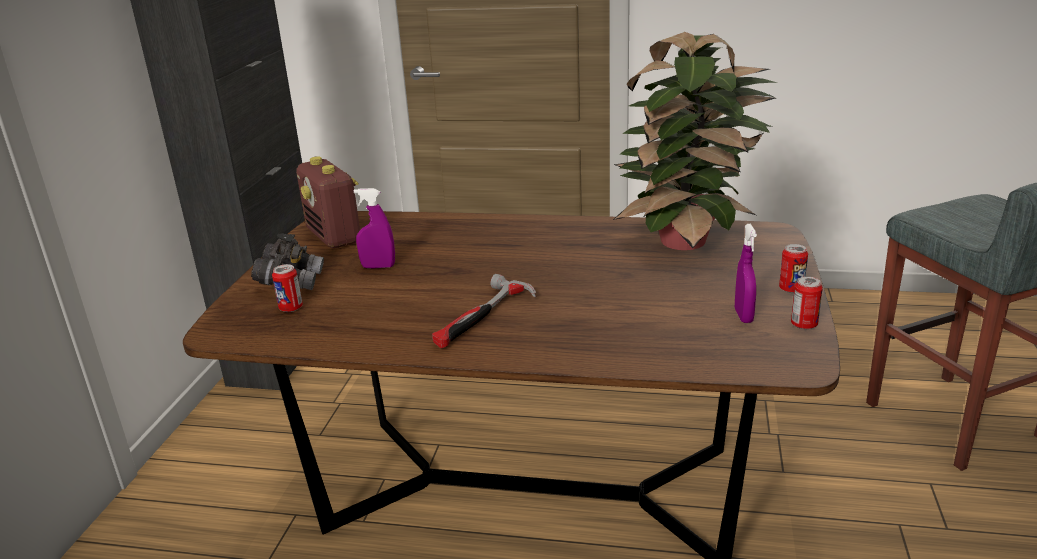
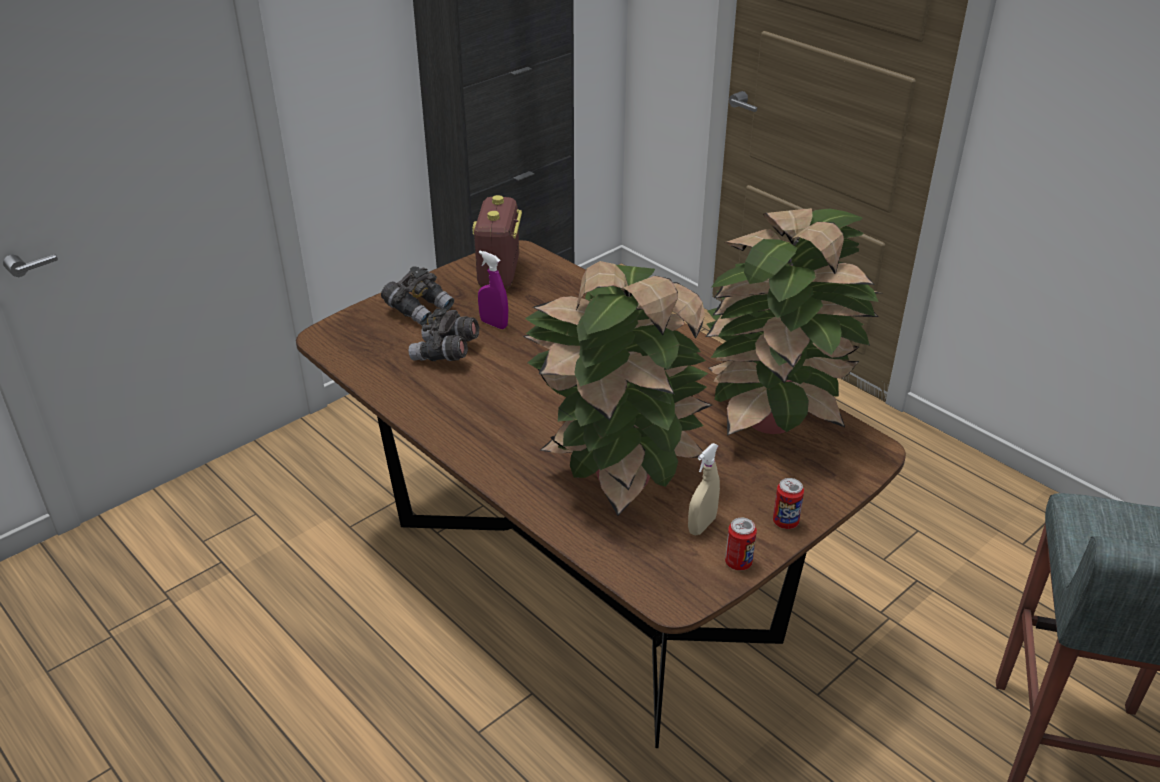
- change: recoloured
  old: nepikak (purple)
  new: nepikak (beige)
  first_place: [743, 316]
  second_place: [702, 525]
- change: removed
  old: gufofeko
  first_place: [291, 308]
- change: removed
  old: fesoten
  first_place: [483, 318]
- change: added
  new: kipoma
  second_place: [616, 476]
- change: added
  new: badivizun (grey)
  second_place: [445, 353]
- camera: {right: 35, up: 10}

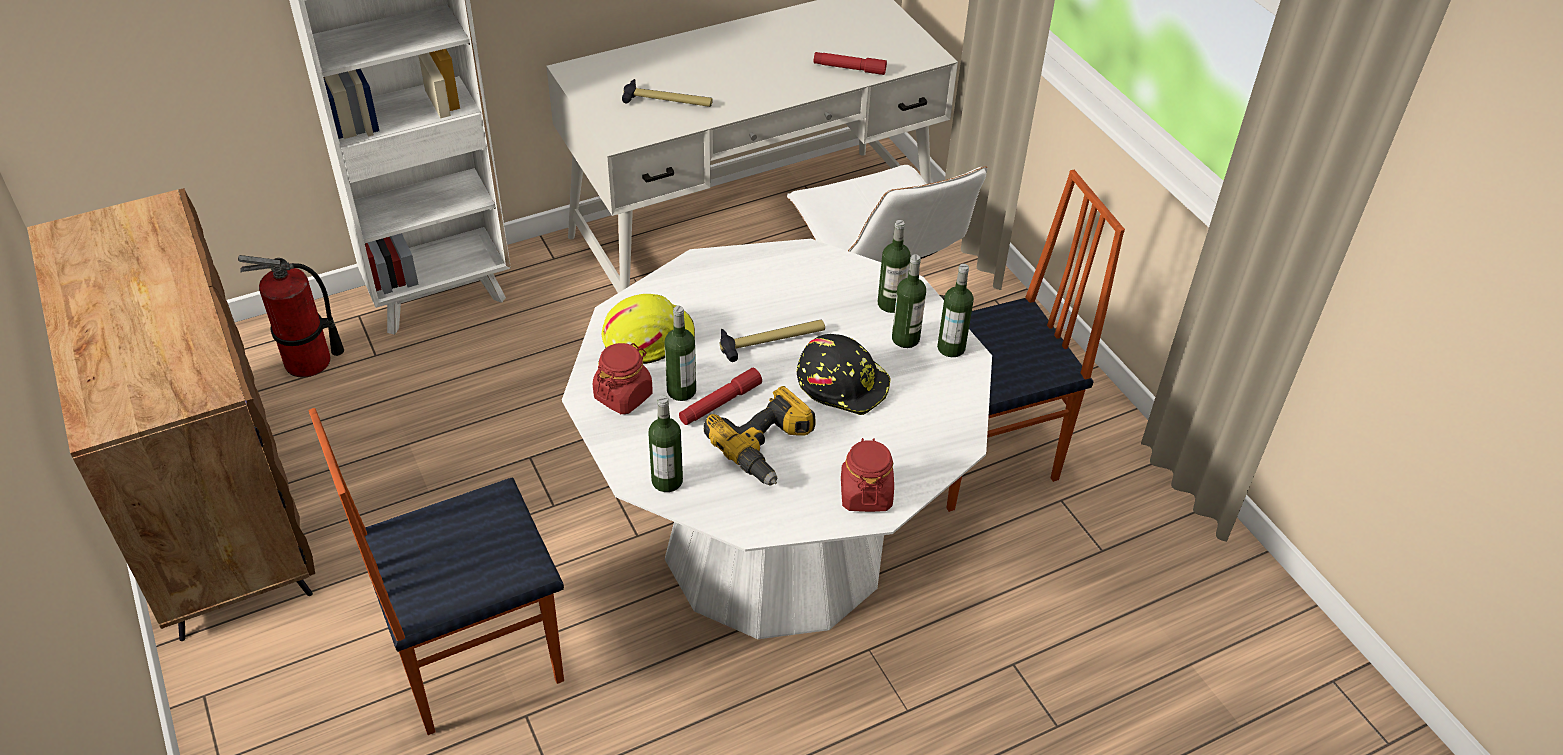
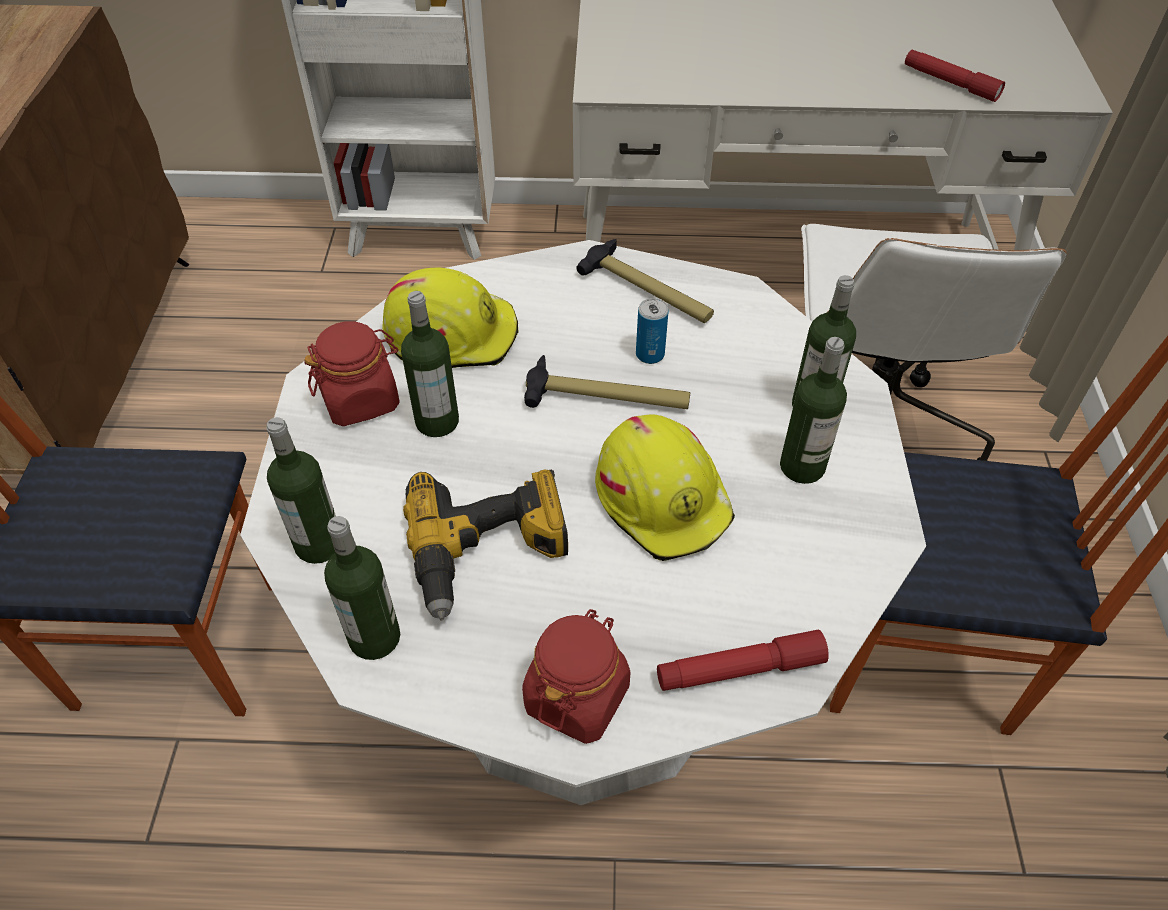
- change: moved
  old: fesoten
  first_place: [668, 101]
  second_place: [648, 291]
- change: removed
  old: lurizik
  first_place: [308, 362]
- change: moved
  old: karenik
  first_place: [951, 348]
  second_place: [374, 637]
- change: recoloured
  old: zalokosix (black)
  new: zalokosix (yellow)
  first_place: [843, 383]
  second_place: [664, 498]
- change: moved
  old: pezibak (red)
  first_place: [720, 403]
  second_place: [739, 669]
- change: added
  new: gufofeko
  second_place: [650, 354]
- camera: {right: 30, up: 5}

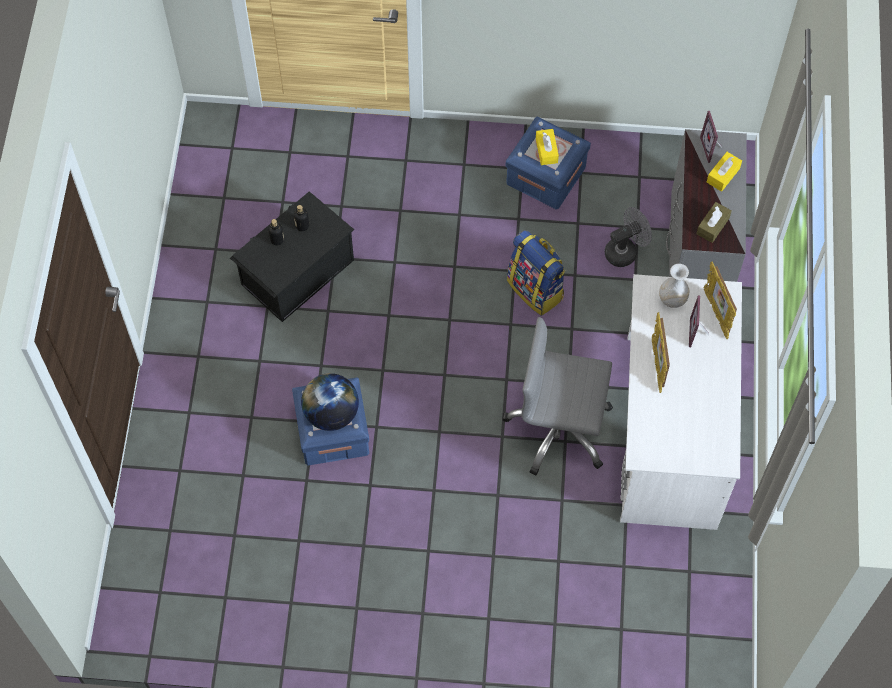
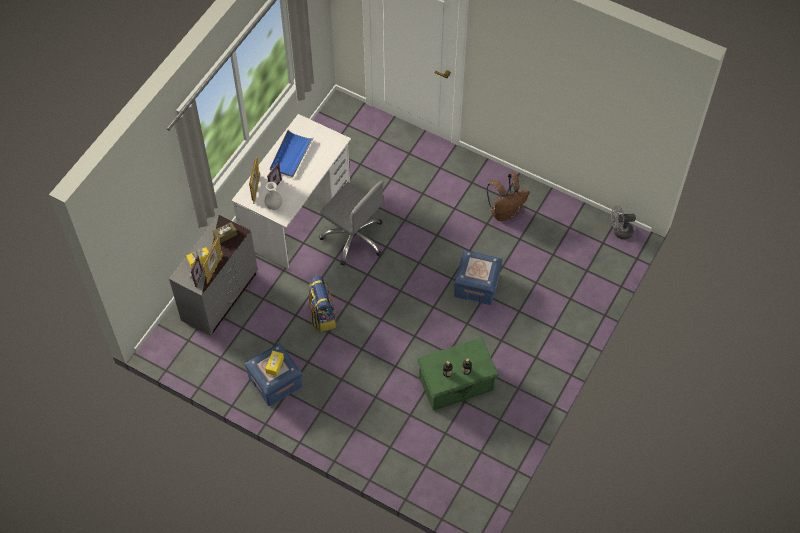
- change: recoloured
  old: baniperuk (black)
  new: baniperuk (green)
  first_place: [296, 271]
  second_place: [457, 384]
- change: moved
  old: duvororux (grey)
  first_place: [625, 251]
  second_place: [619, 232]
- change: moved
  old: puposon
  first_place: [657, 366]
  second_place: [214, 269]
- change: removed
  old: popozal
  first_place: [331, 413]
- change: added
  new: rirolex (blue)
  second_place: [291, 155]
- change: added
  new: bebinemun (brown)
  second_place: [505, 212]
- camera: {right: -155, up: -5}

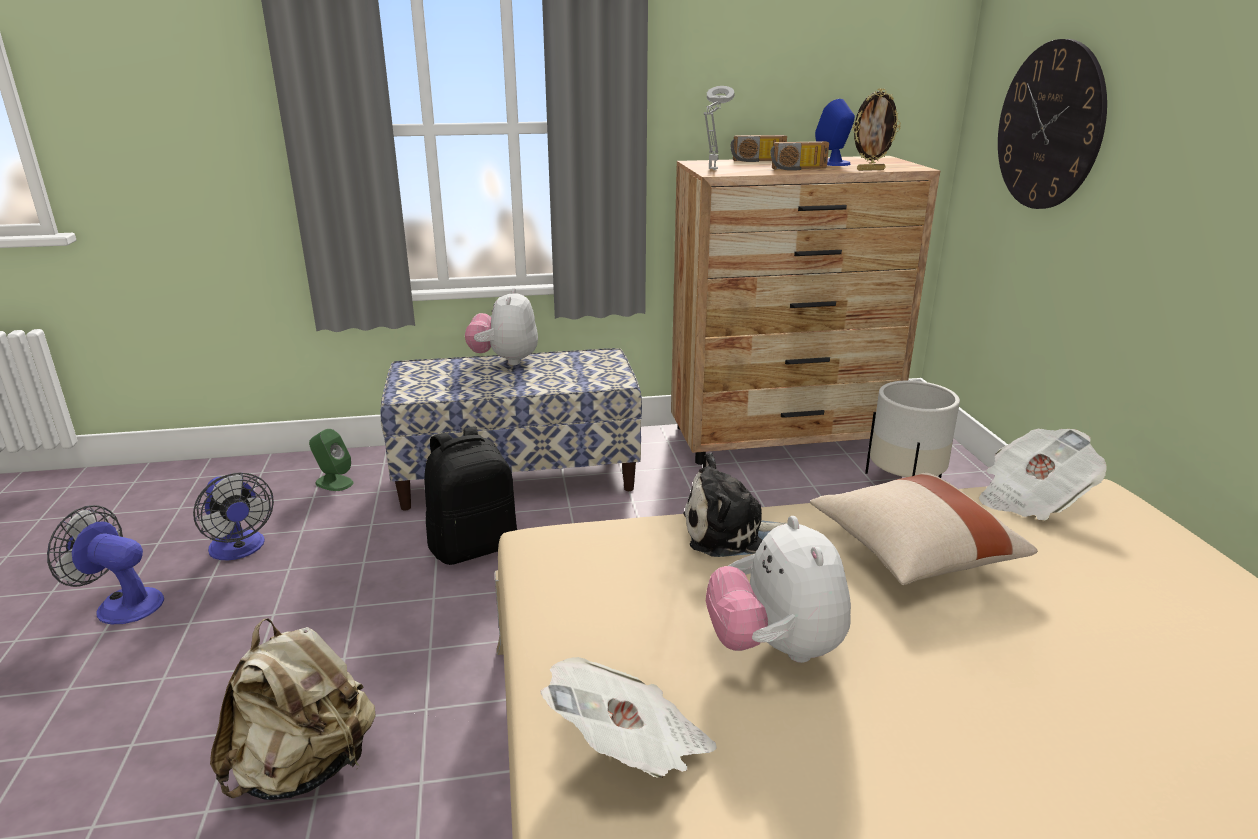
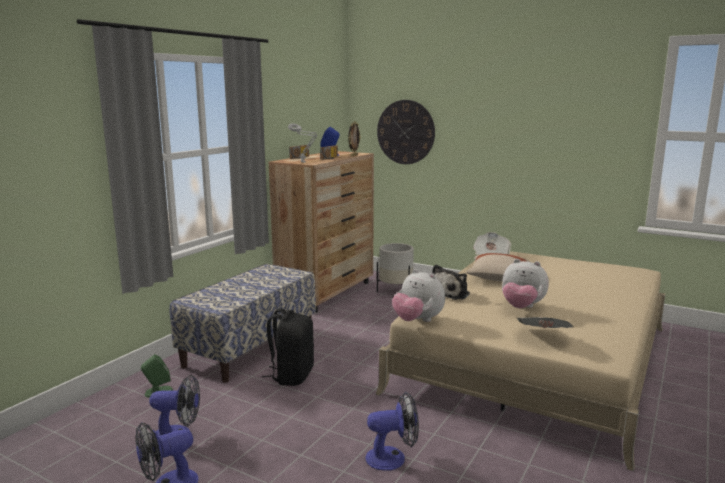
- change: moved
  old: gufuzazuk
  first_place: [505, 360]
  second_place: [417, 321]
- change: replaced
  old: bebinemun (beige)
  new: duvororux
  first_place: [305, 768]
  second_place: [392, 457]
- camera: {right: -50, up: -10}

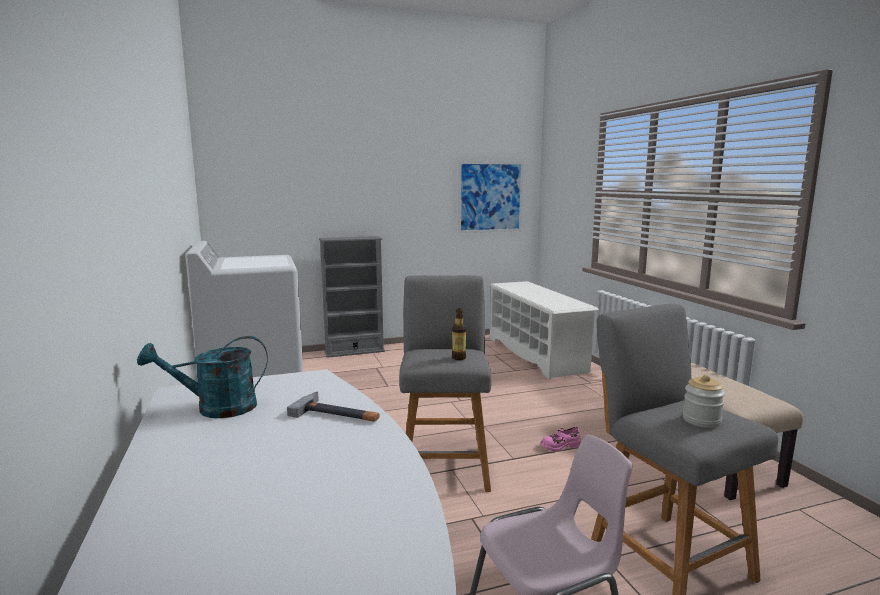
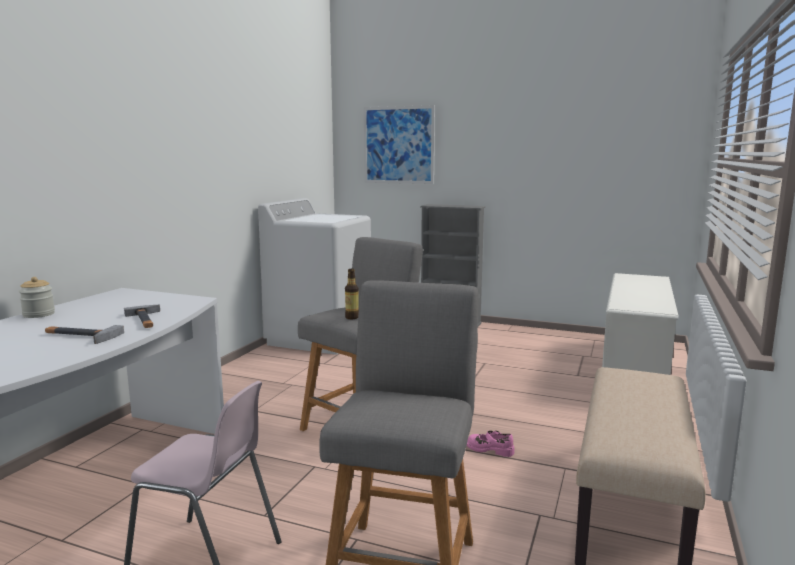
- change: moved
  old: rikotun
  first_place: [490, 197]
  second_place: [398, 145]
- change: removed
  old: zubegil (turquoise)
  first_place: [216, 409]
- change: moved
  old: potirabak
  first_place: [701, 420]
  second_place: [39, 314]
- change: added
  new: fesoten
  second_place: [79, 336]
- camera: {right: 40, up: 0}

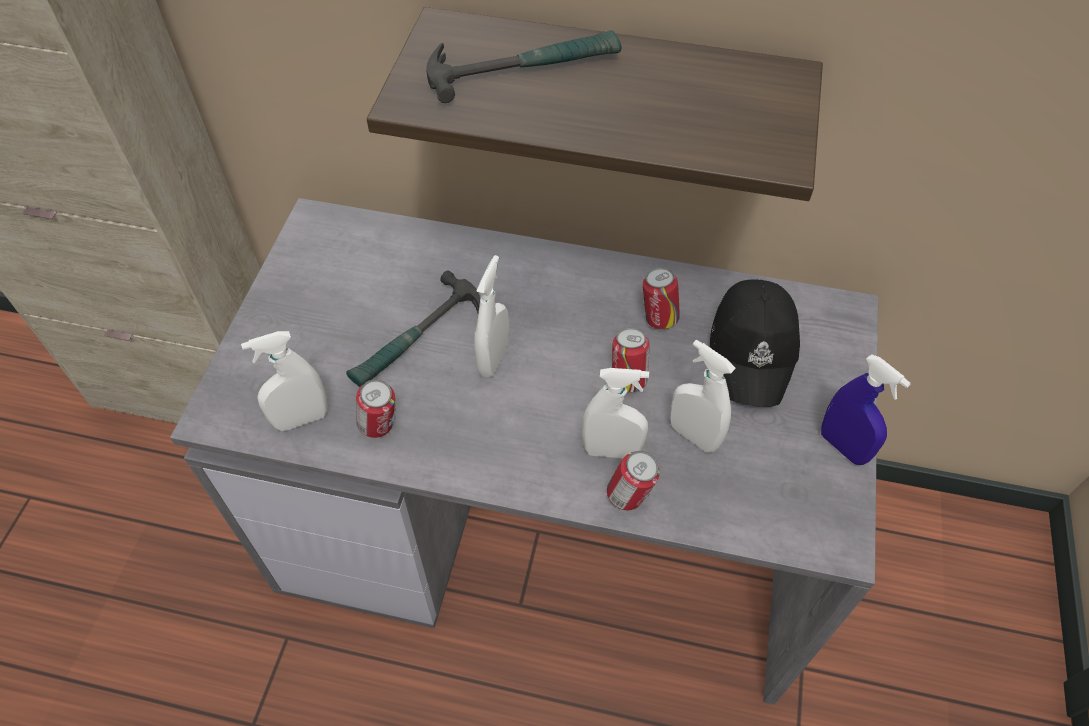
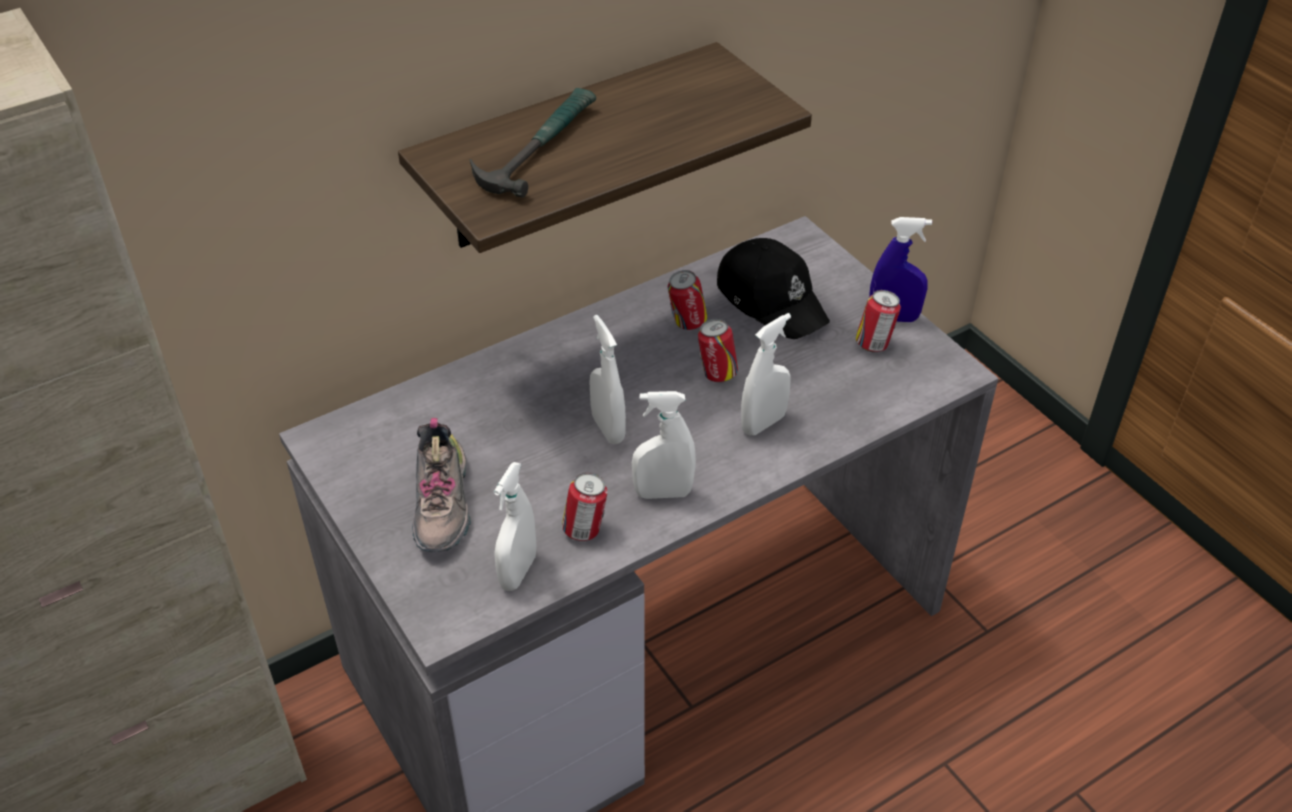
- change: removed
  old: fesoten
  first_place: [418, 339]
- change: moved
  old: nepikak (white)
  first_place: [693, 435]
  second_place: [663, 493]
- change: moved
  old: gufofeko
  first_place: [629, 497]
  second_place: [874, 345]
- change: added
  new: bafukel
  second_place: [443, 505]
- camera: {right: -45, up: -10}

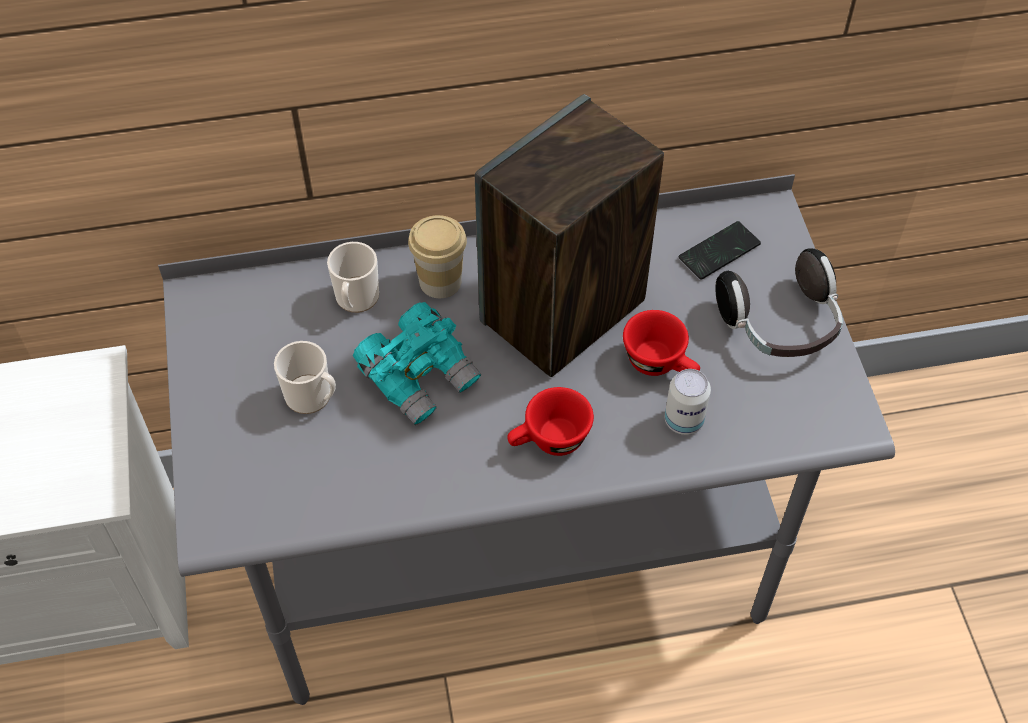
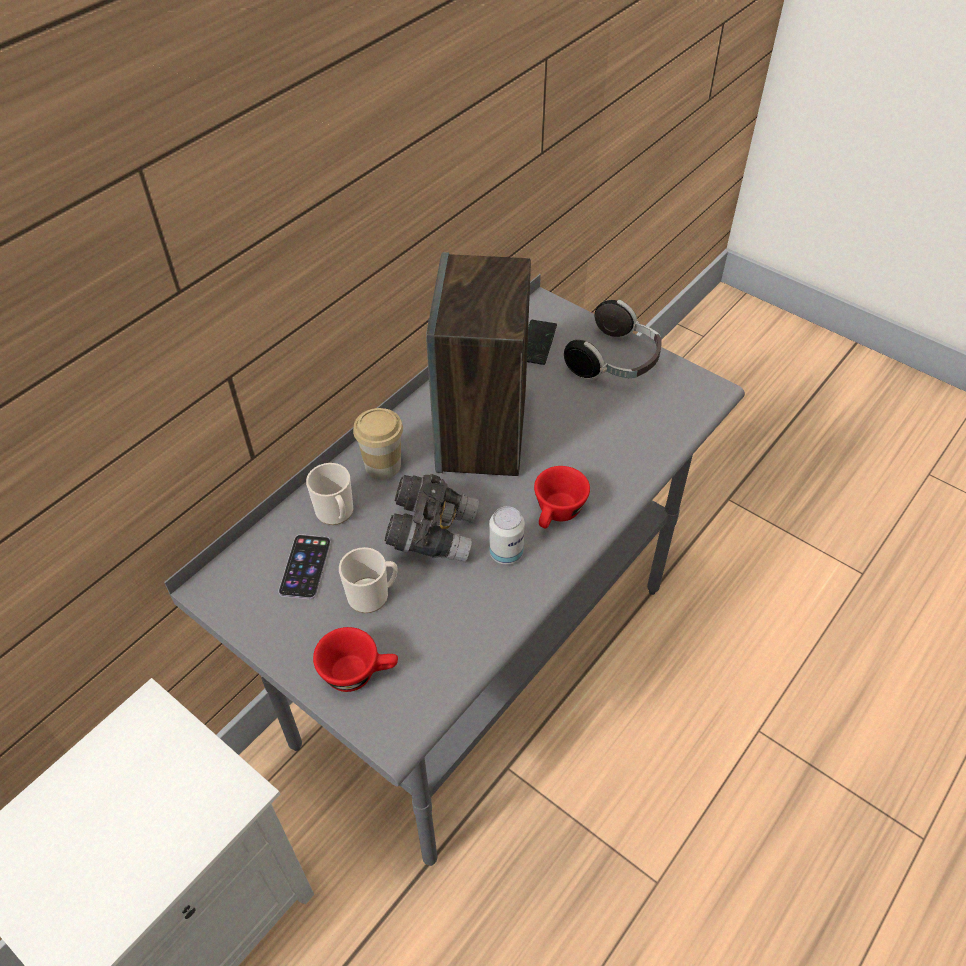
- change: recoloured
  old: badivizun (turquoise)
  new: badivizun (grey)
  first_place: [419, 377]
  second_place: [433, 532]
- change: moved
  old: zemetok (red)
  first_place: [661, 363]
  second_place: [359, 672]
- change: moved
  old: gufofeko
  first_place: [683, 420]
  second_place: [506, 553]
- change: added
  new: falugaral
  second_place: [305, 567]
- camera: {right: -40, up: -5}

